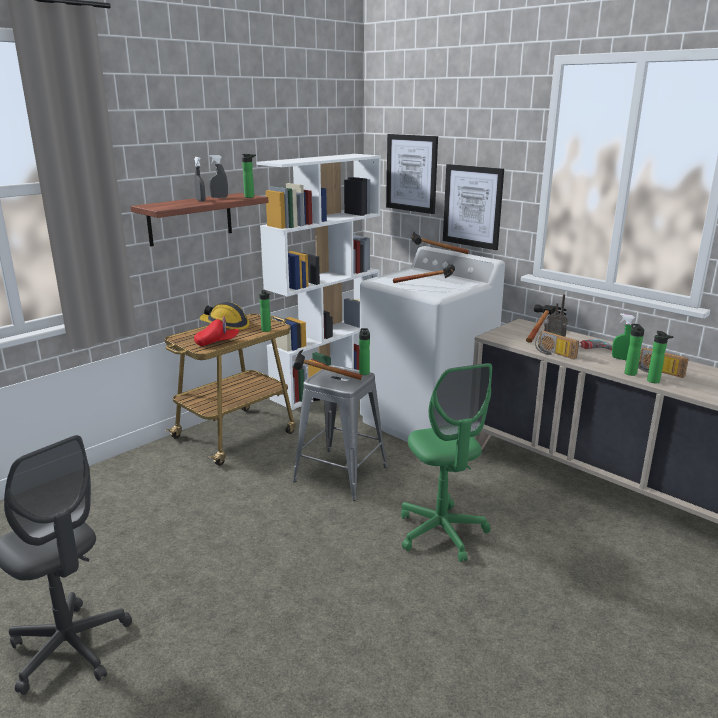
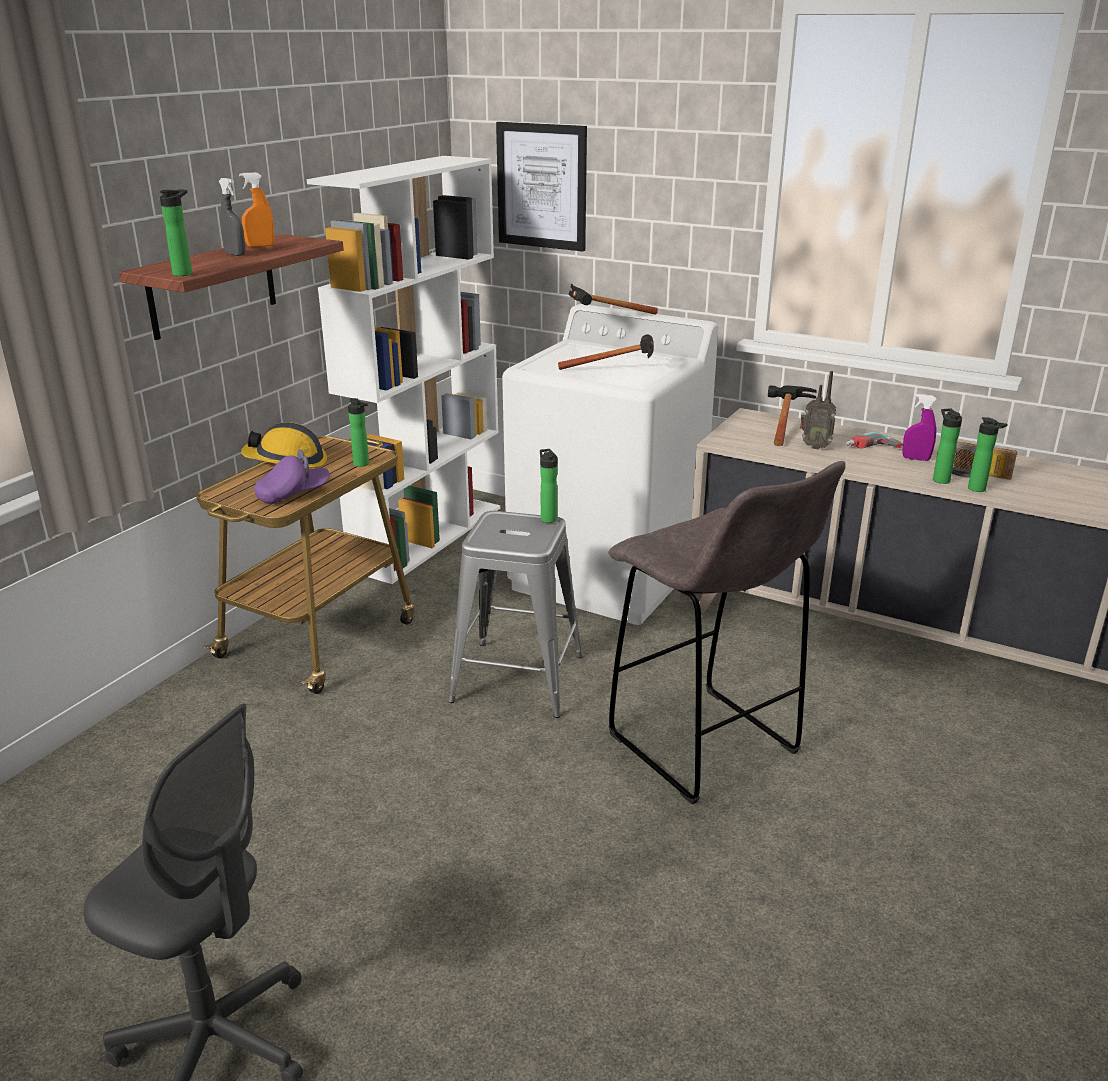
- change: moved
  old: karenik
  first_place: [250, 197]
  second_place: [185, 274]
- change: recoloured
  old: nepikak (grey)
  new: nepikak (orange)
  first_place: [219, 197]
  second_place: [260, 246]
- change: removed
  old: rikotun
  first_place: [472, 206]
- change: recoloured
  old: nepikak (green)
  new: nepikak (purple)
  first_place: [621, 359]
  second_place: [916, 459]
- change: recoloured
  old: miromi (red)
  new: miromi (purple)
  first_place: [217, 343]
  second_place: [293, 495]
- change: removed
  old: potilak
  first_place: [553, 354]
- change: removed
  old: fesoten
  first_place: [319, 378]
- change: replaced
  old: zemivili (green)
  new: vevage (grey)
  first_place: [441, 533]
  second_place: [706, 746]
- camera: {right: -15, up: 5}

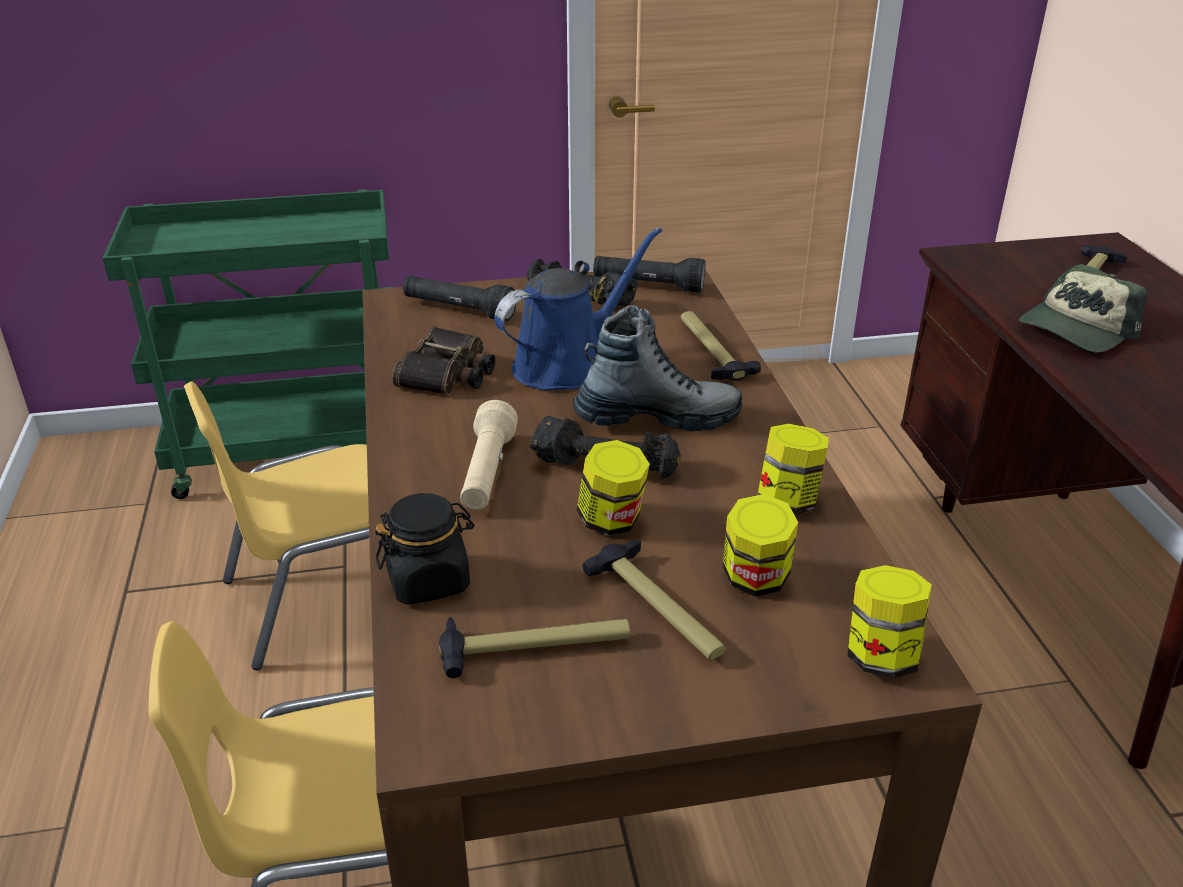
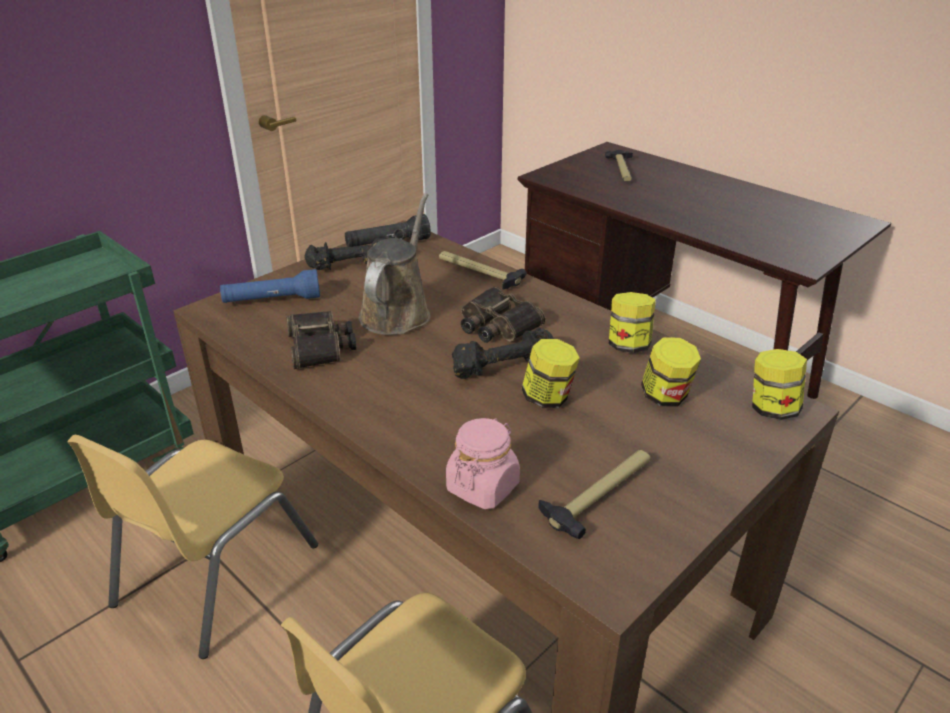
- change: recoloured
  old: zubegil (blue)
  new: zubegil (brown)
  first_place: [566, 365]
  second_place: [397, 312]
- change: removed
  old: miromi
  first_place: [1076, 330]
- change: recoloured
  old: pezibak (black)
  new: pezibak (blue)
  first_place: [459, 310]
  second_place: [272, 301]
- change: replaced
  old: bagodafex
  new: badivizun
  first_place: [657, 417]
  second_place: [496, 325]
- change: removed
  old: pezibak (beige)
  first_place: [487, 473]
- change: recoloured
  old: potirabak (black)
  new: potirabak (pink)
  first_place: [429, 580]
  second_place: [483, 487]
- change: removed
  old: fesoten
  first_place: [659, 609]
- camera: {right: -35, up: 0}

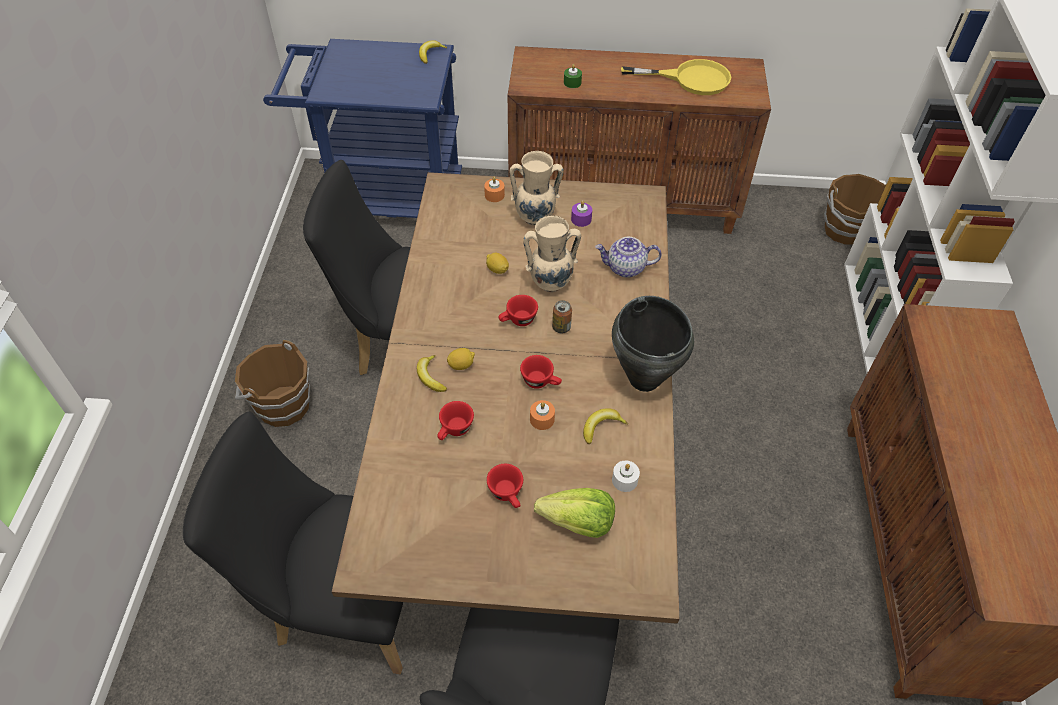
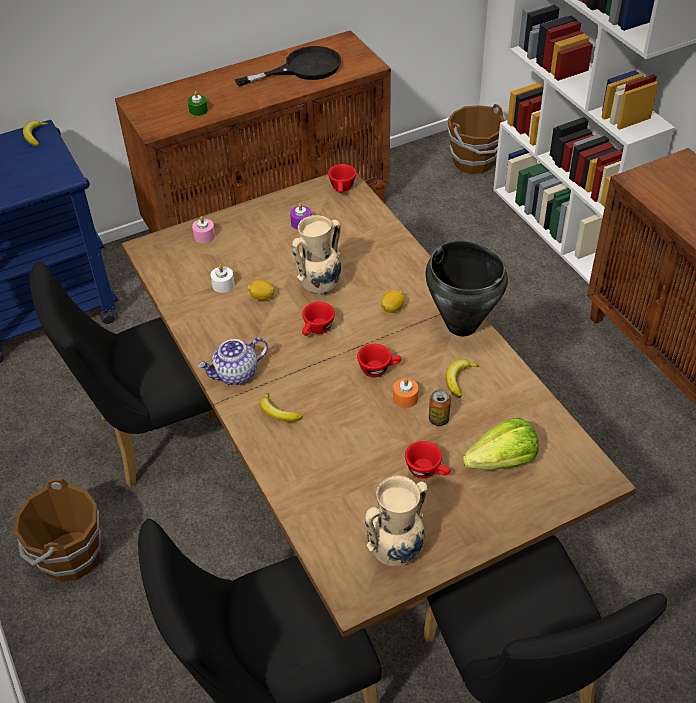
- change: recoloured
  old: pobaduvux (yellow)
  new: pobaduvux (black)
  first_place: [690, 79]
  second_place: [303, 68]
- change: moved
  old: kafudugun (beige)
  first_place: [535, 218]
  second_place: [396, 552]
- change: recoloured
  old: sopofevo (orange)
  new: sopofevo (pink)
  first_place: [494, 195]
  second_place: [204, 236]
- change: moved
  old: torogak
  first_place: [625, 268]
  second_place: [236, 374]
- change: moved
  old: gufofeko
  first_place: [561, 327]
  second_place: [438, 419]
- change: moved
  old: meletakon
  first_place: [461, 365]
  second_place: [392, 308]
- change: moved
  old: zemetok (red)
  first_place: [454, 431]
  second_place: [342, 189]
- change: moved
  old: sopofevo (white)
  first_place: [624, 480]
  second_place: [223, 285]
- camera: {right: -30, up: -5}

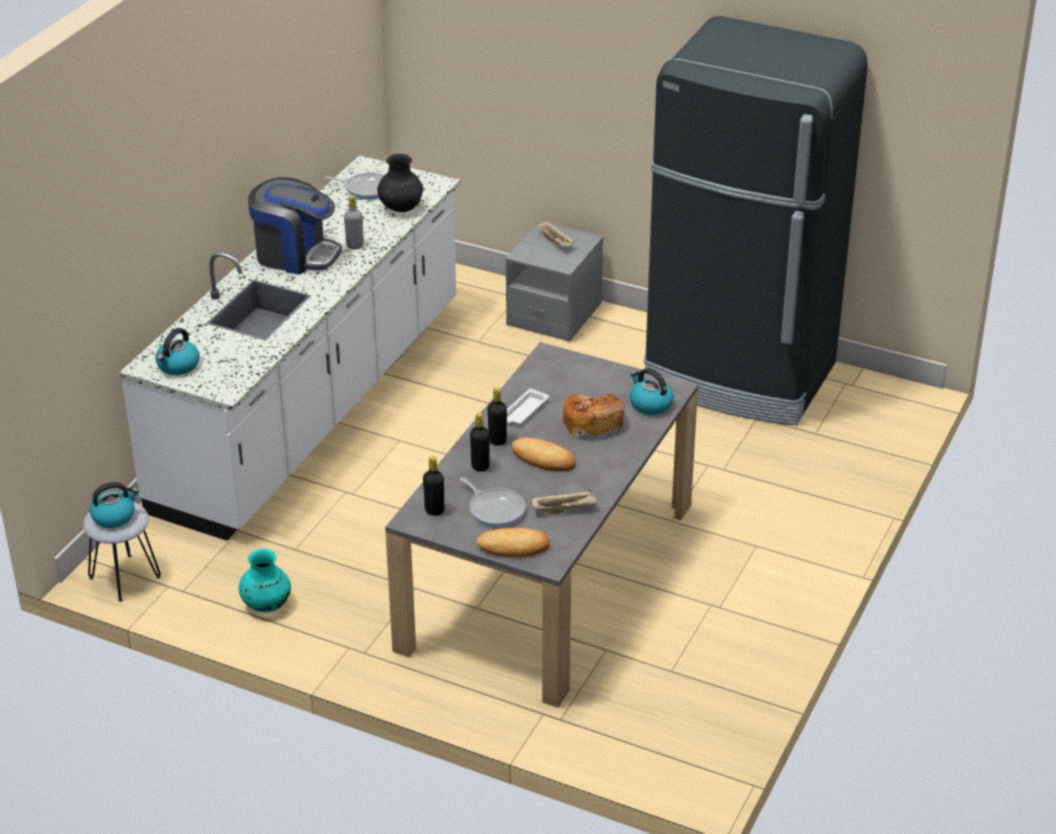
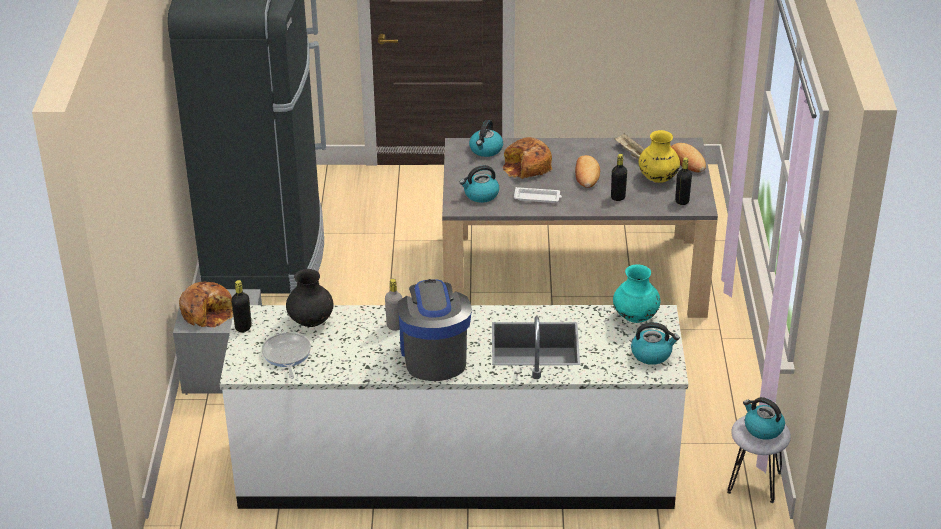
- change: replaced
  old: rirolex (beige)
  new: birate
  first_place: [555, 242]
  second_place: [208, 312]
- change: moved
  old: karenik (black)
  first_place: [497, 440]
  second_place: [243, 327]
- change: replaced
  old: pobaduvux
  new: kafudugun (yellow)
  first_place: [495, 509]
  second_place: [657, 178]
- change: moved
  old: kafudugun (turquoise)
  first_place: [266, 605]
  second_place: [635, 317]
- change: added
  new: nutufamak
  second_place: [480, 195]
- camera: {right: -115, up: 0}

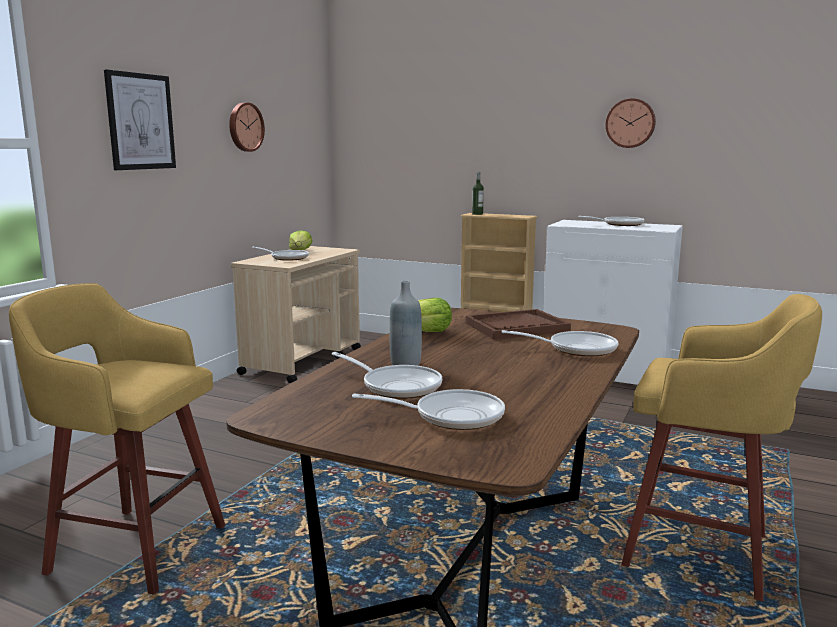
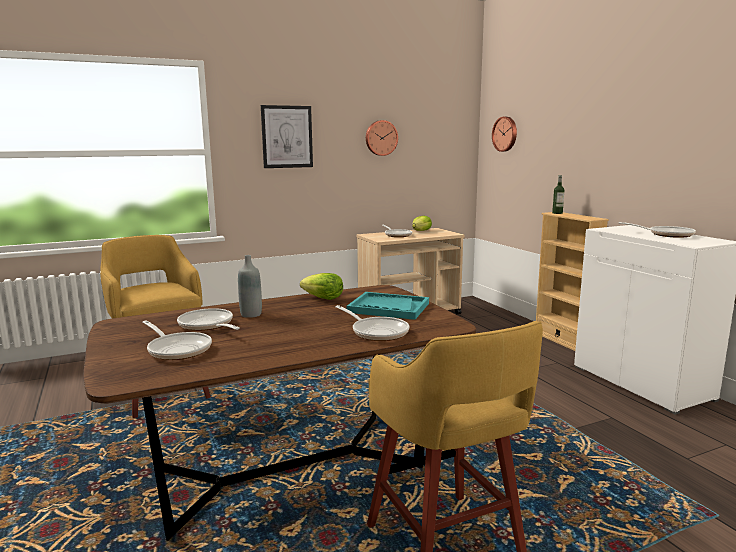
- change: moved
  old: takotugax
  first_place: [630, 123]
  second_place: [505, 134]
- change: recoloured
  old: rirolex (brown)
  new: rirolex (turquoise)
  first_place: [516, 327]
  second_place: [388, 308]
- change: turned
  old: pobaduvux
  first_place: [397, 386]
  second_place: [208, 325]
  degrees: 150
- camera: {right: 40, up: 0}

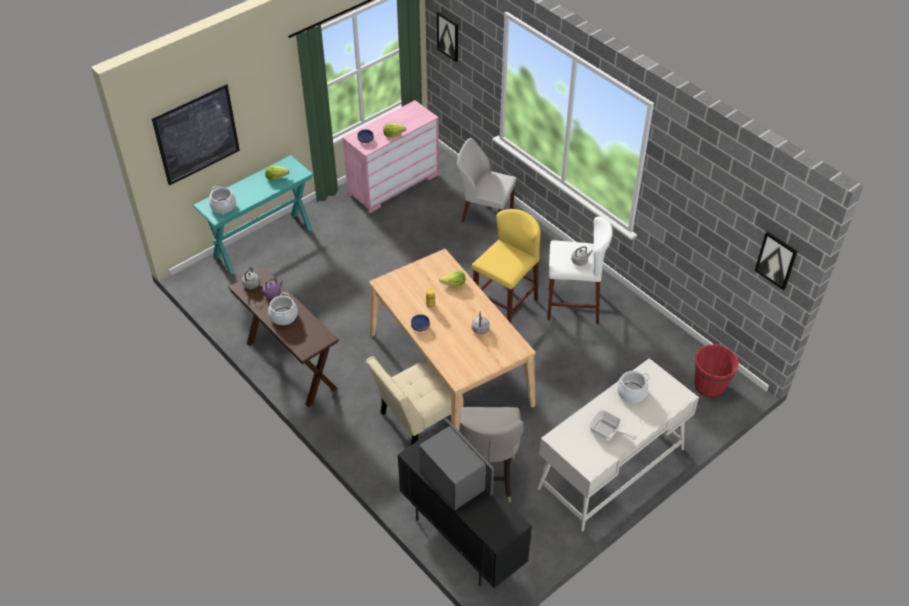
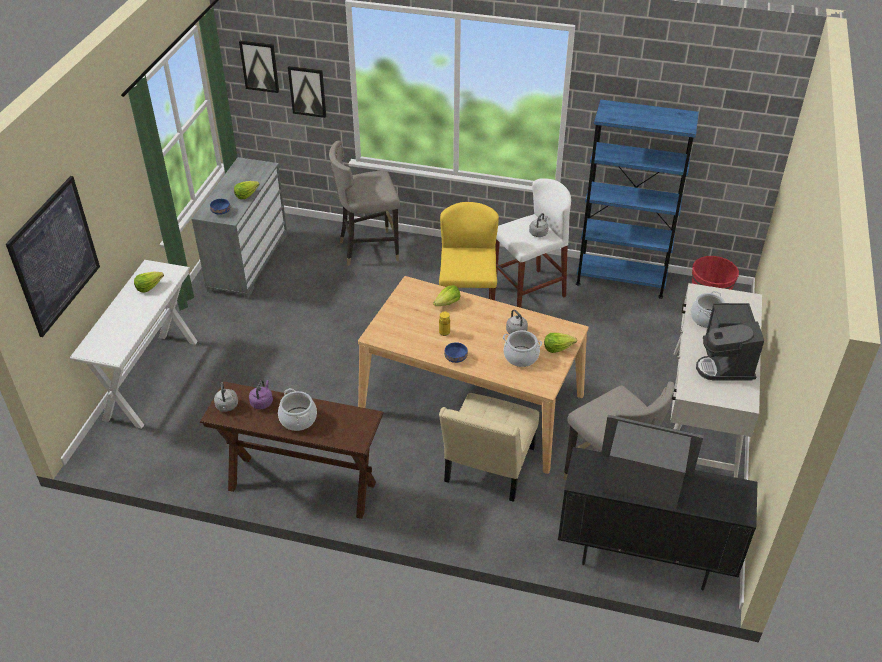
- change: recoloured
  old: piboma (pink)
  new: piboma (grey)
  first_place: [393, 184]
  second_place: [247, 262]
- change: replaced
  old: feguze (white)
  new: vevage (grey)
  first_place: [485, 213]
  second_place: [368, 249]
- change: recoloured
  old: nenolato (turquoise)
  new: nenolato (white)
  first_place: [263, 242]
  second_place: [152, 379]
- change: moved
  old: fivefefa
  first_place: [223, 206]
  second_place: [521, 356]
- change: moved
  old: rikotun
  first_place: [776, 260]
  second_place: [307, 91]
- change: replaced
  old: pobaduvux
  new: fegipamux
  first_place: [607, 432]
  second_place: [725, 362]
- change: added
  new: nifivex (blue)
  second_place: [621, 279]
- change: added
  new: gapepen
  second_place: [558, 348]
- camera: {right: -35, up: -5}

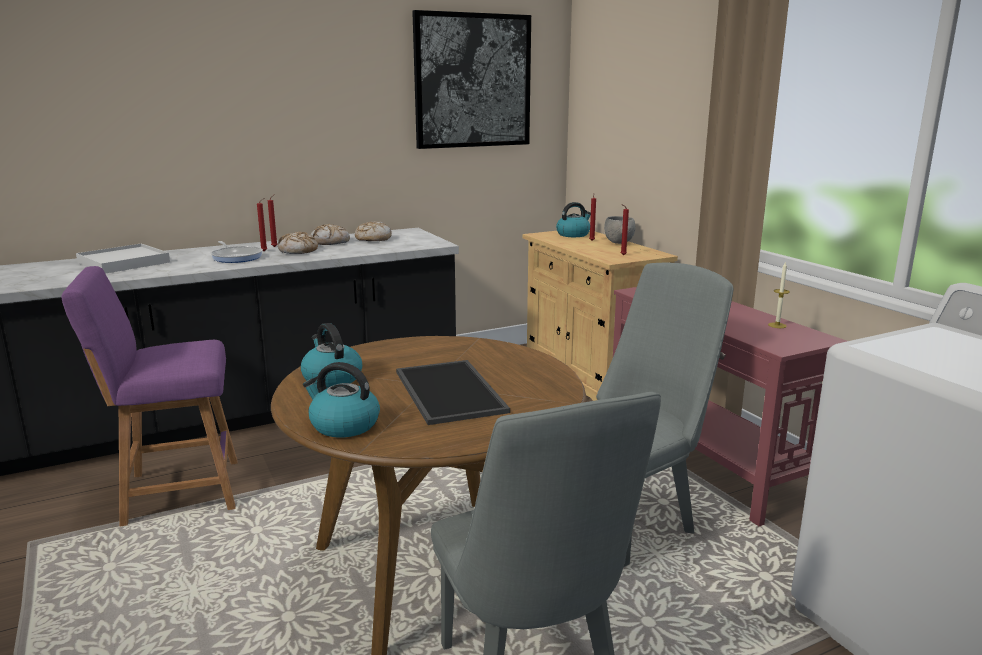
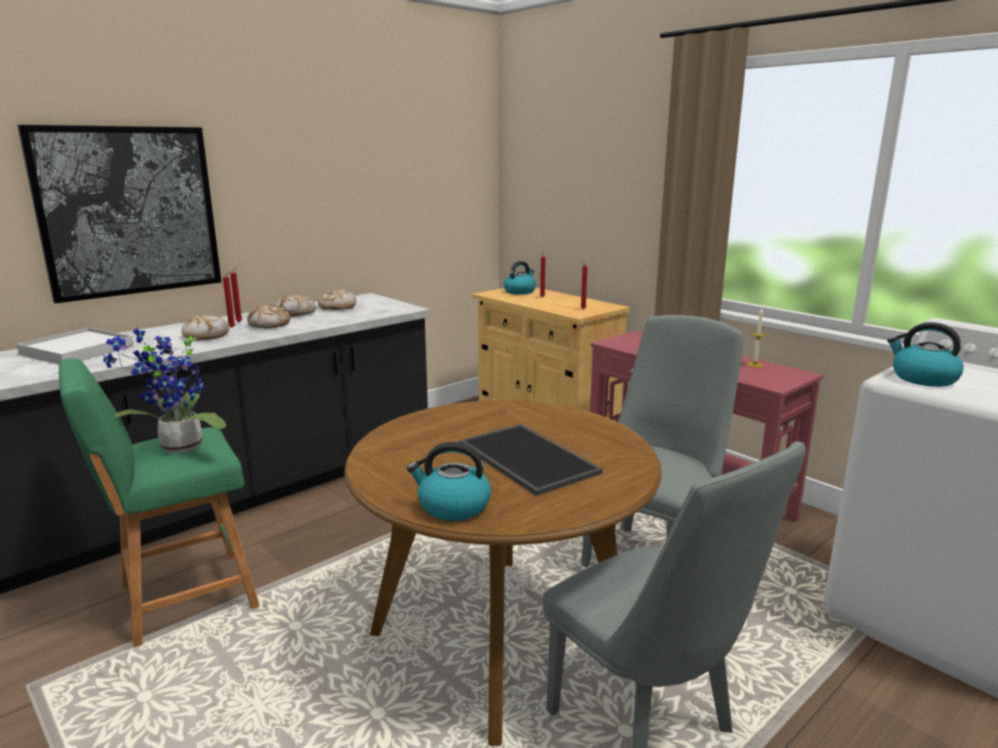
- change: moved
  old: rikotun
  first_place: [472, 81]
  second_place: [128, 211]
- change: removed
  old: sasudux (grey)
  first_place: [619, 243]
- change: replaced
  old: pobaduvux
  new: birate
  first_place: [236, 257]
  second_place: [206, 336]
- change: recoloured
  old: vevage (purple)
  new: vevage (green)
  first_place: [175, 493]
  second_place: [180, 599]
- change: moved
  old: nutufamak
  first_place: [331, 378]
  second_place: [922, 378]
- change: added
  new: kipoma
  second_place: [177, 449]
- camera: {right: -15, up: 0}

